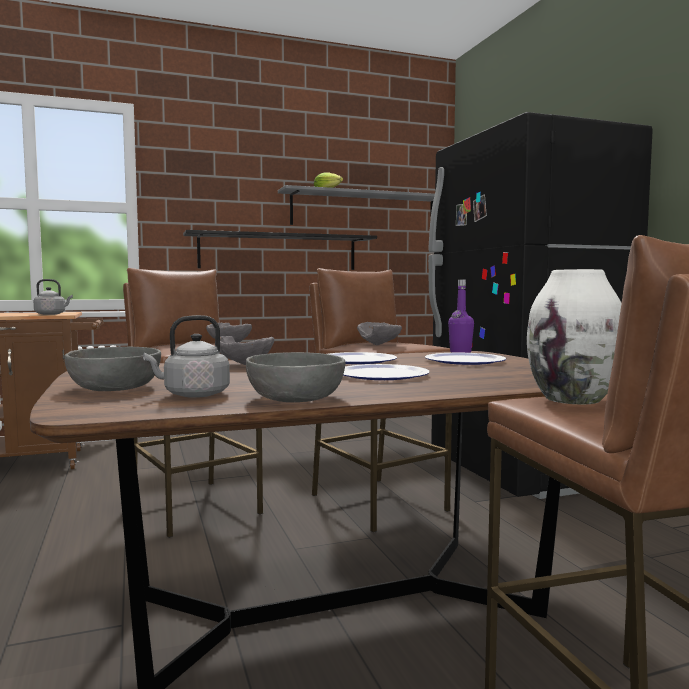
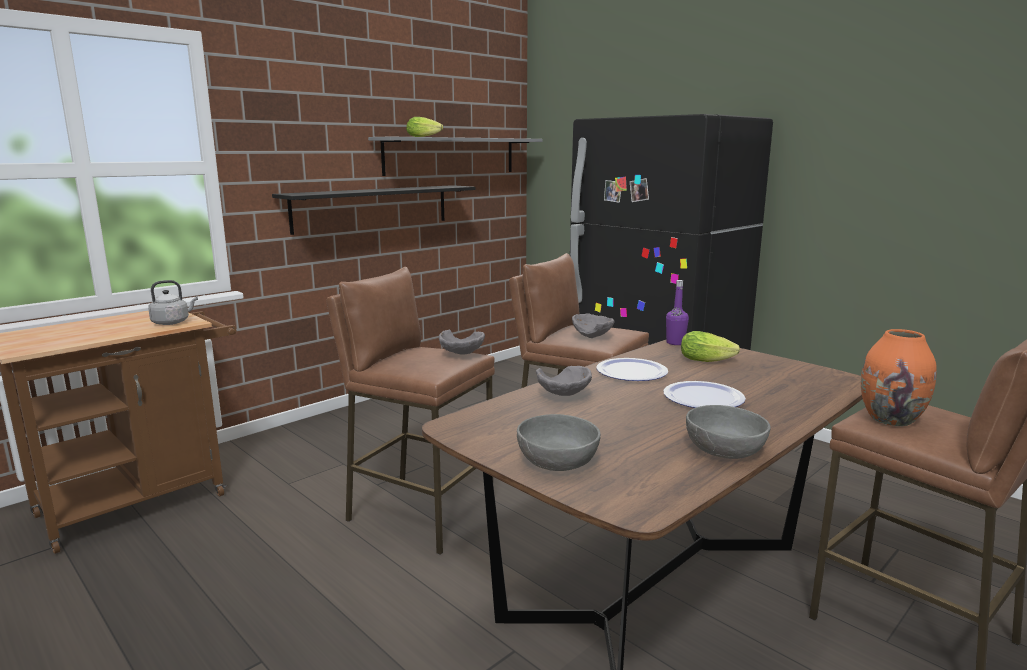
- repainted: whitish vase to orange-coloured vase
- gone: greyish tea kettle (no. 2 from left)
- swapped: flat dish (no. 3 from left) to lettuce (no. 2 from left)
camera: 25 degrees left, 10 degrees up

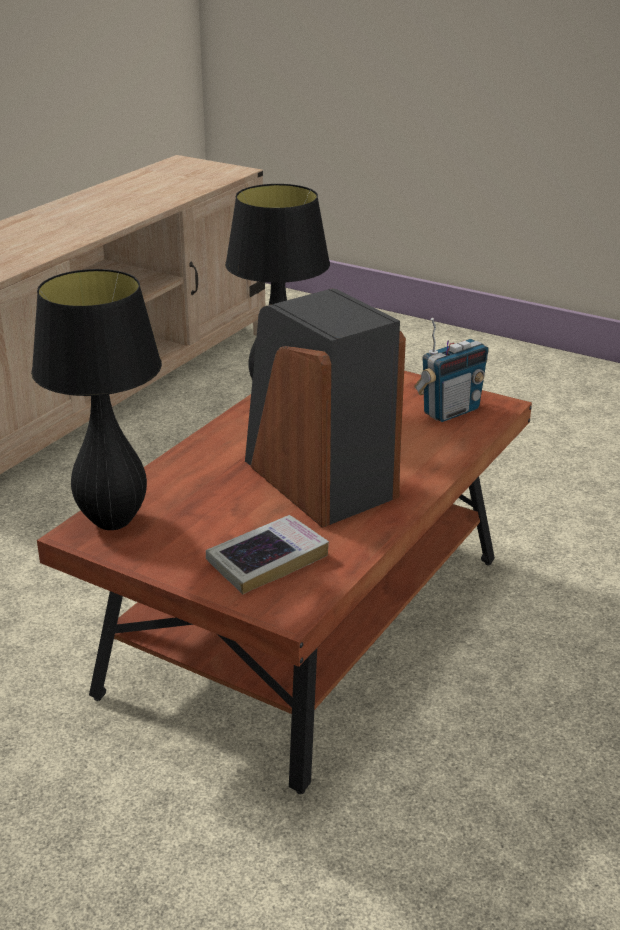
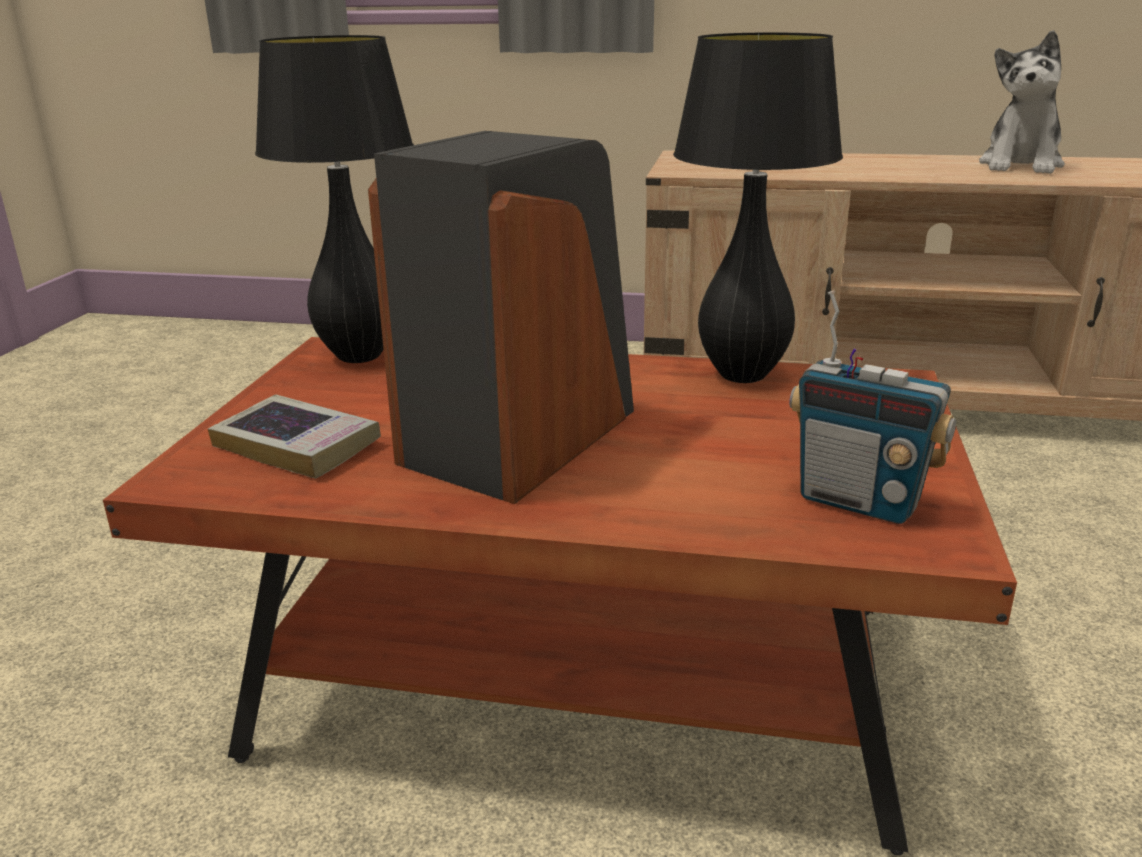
- new: plush toy
camera: 70 degrees right, 5 degrees down

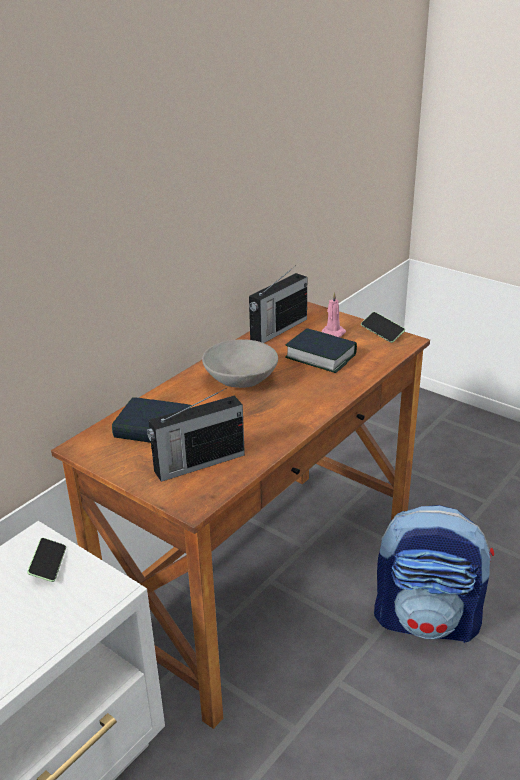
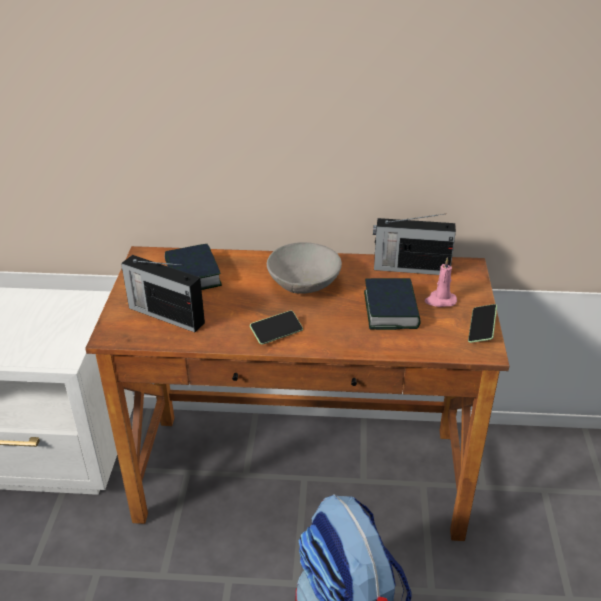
- shifted: handset (no. 1 from left)
camera: 55 degrees right, 5 degrees up

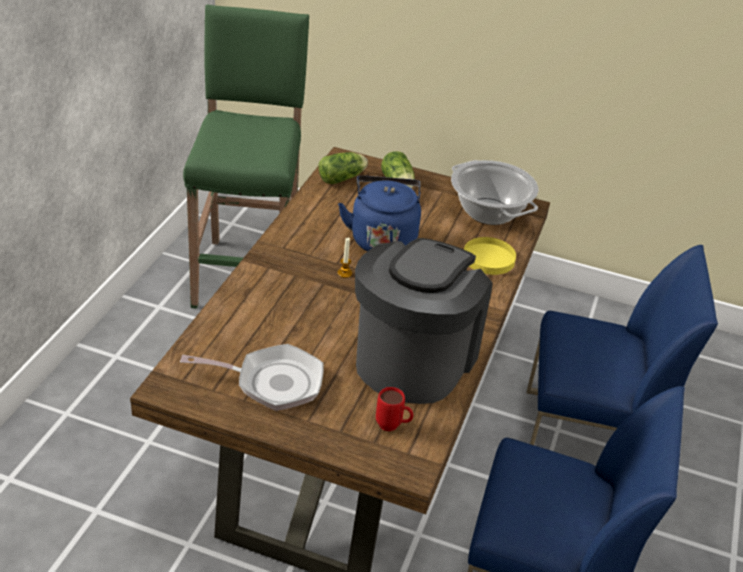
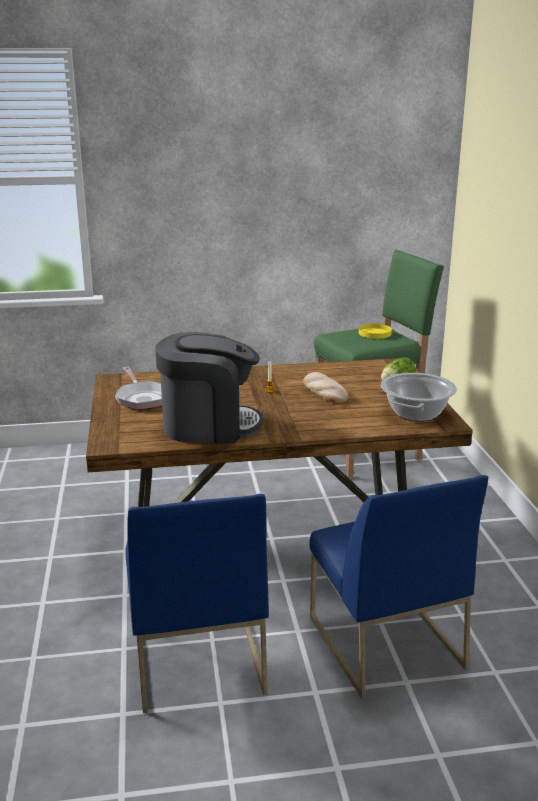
- gone: lettuce (no. 1 from left)
- swapped: blue-coloured tea kettle to bread
- shifted: yellow flat dish
- gone: red mug
camera: 65 degrees right, 15 degrees down

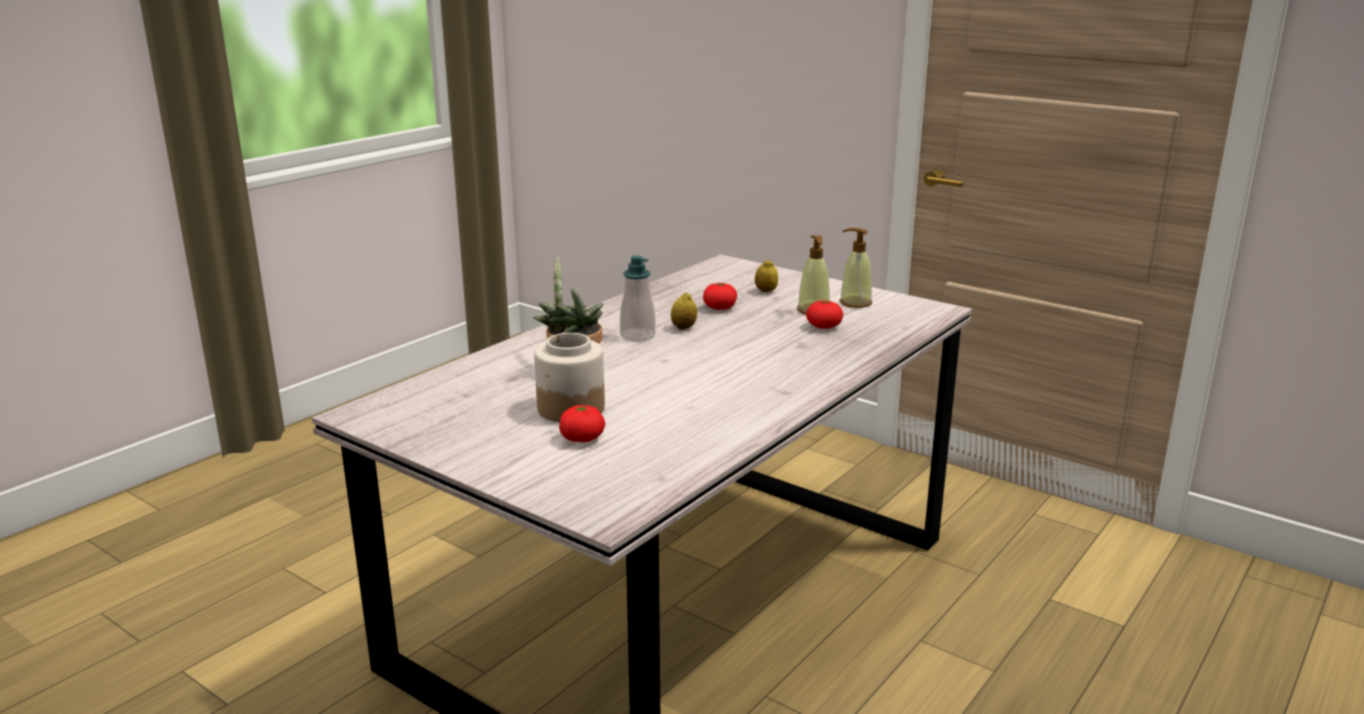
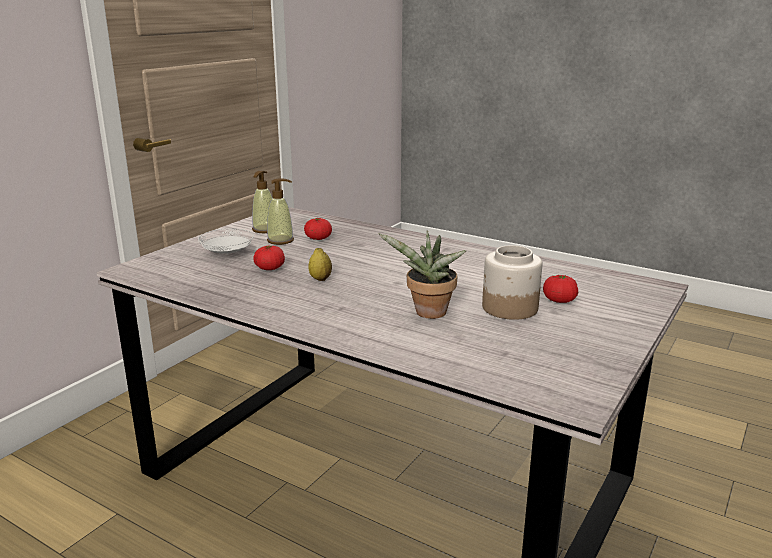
- gone: liquid soap bottle (no. 1 from left)
- swapped: whole lemon (no. 2 from left) to whitish flat dish
camera: 95 degrees left, 0 degrees up

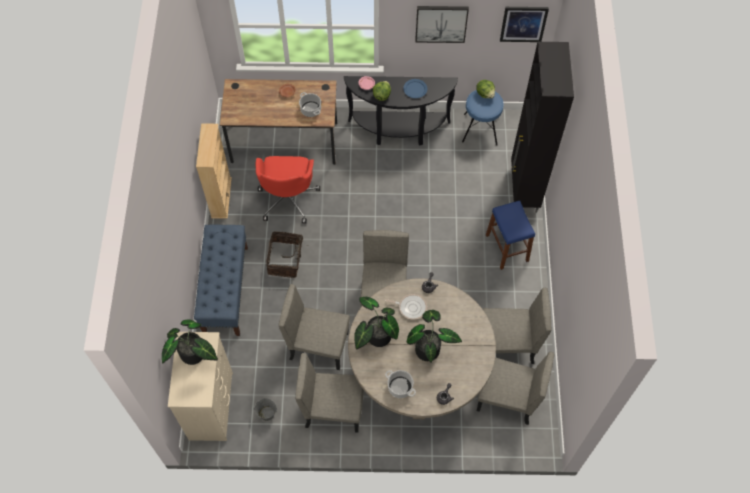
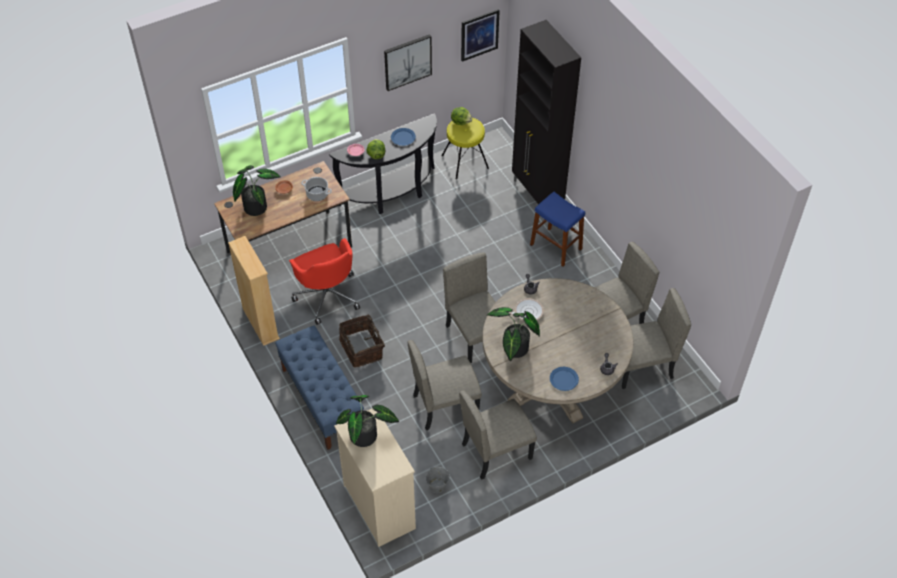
- repainted: blue-coloured sitting stool (no. 1 from left) to yellow sitting stool
- shifted: plant in a pot (no. 3 from left in the first image) to plant in a pot (no. 1 from left)
- swapped: stockpot (no. 2 from left) to blue-coloured flat dish (no. 2 from left)
camera: 30 degrees left, 10 degrees down

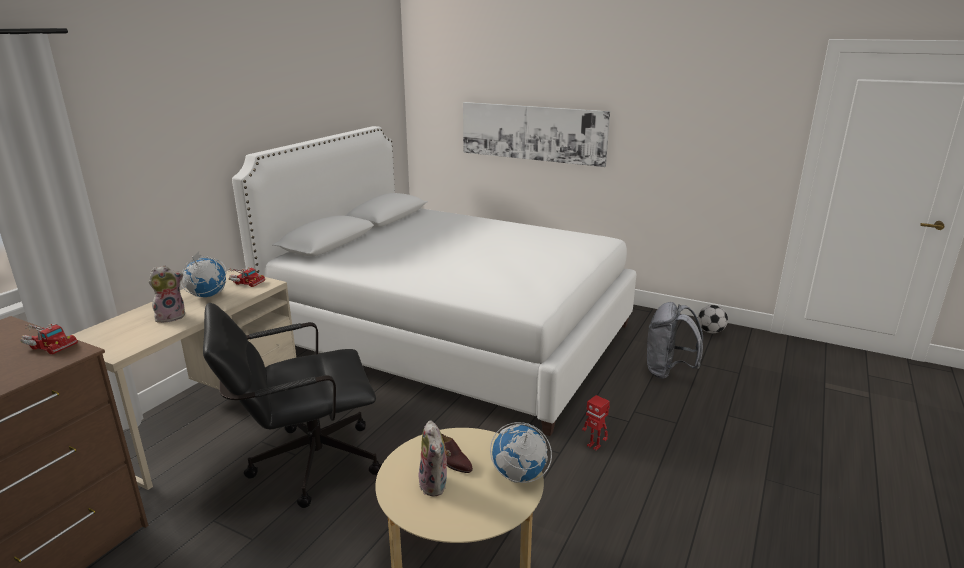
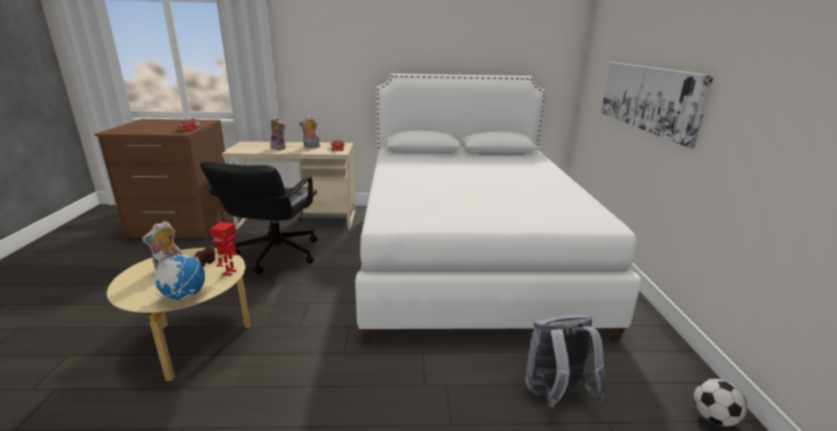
- swapped: globe (no. 1 from left) to plush toy (no. 3 from left)
- rotated: blackish computer chair 120 degrees counterclockwise
- shifted: robot figure
camera: 60 degrees right, 0 degrees up

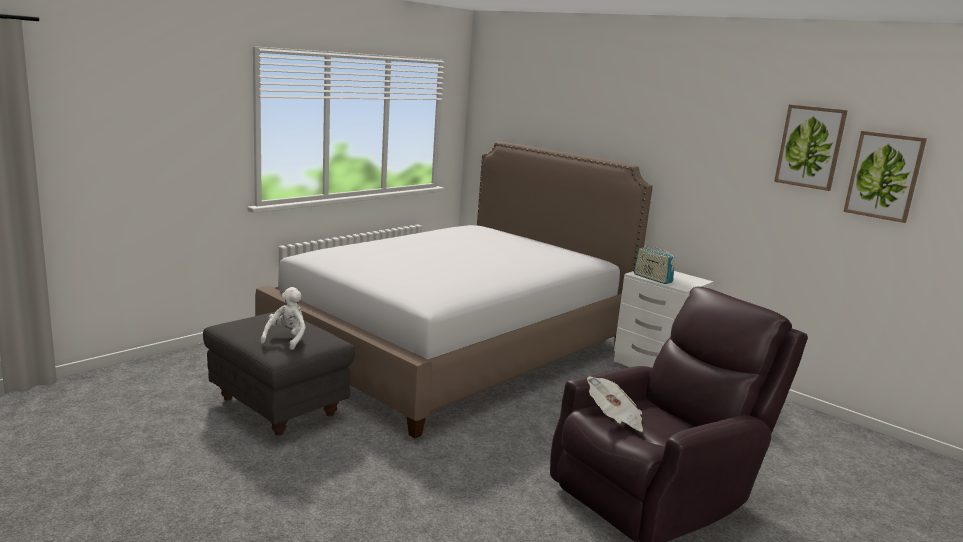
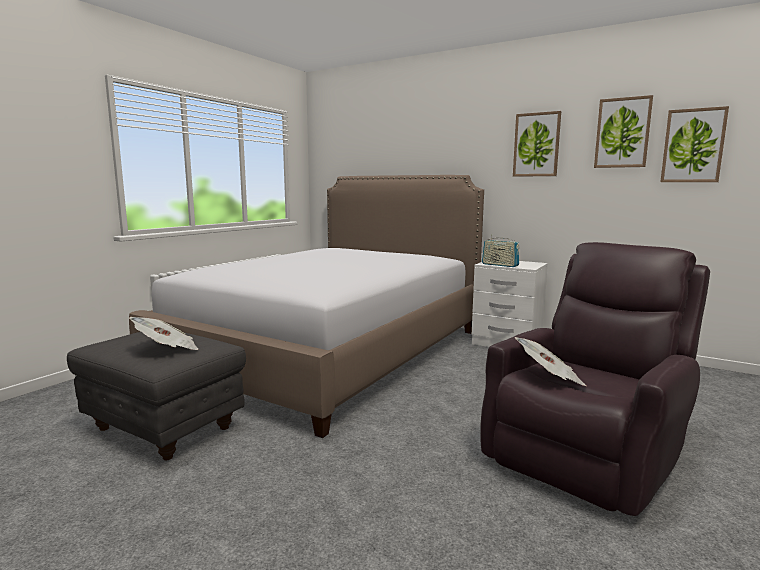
- swapped: whitish plush toy to daily paper (no. 1 from left)
- new: wall art (no. 1 from left)
camera: 10 degrees left, 5 degrees down

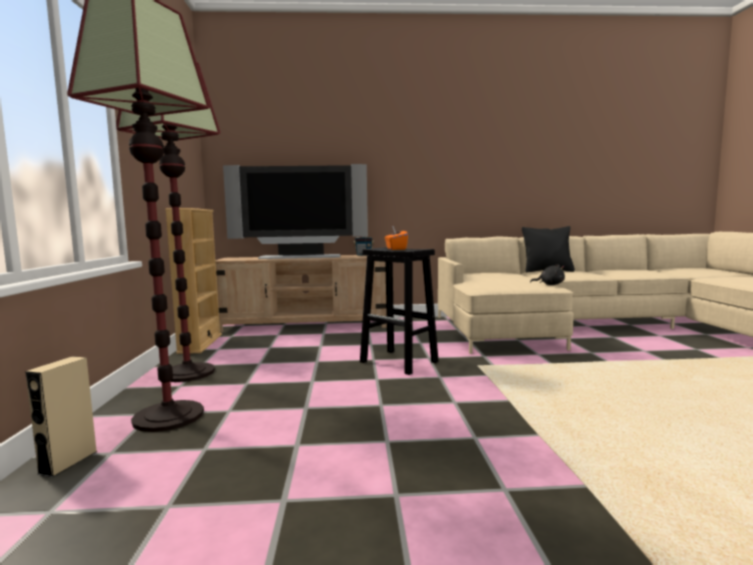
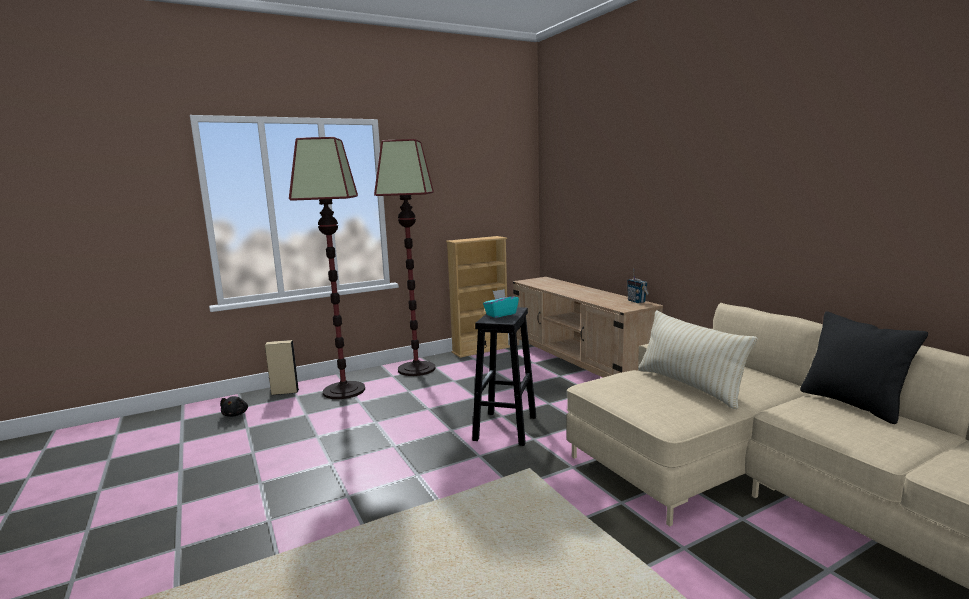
- gone: TV
- repainted: orange-coloured tissue holder to turquoise-coloured tissue holder
- shifted: blackish plush toy
- new: sand-coloured pillow
camera: 65 degrees right, 5 degrees up

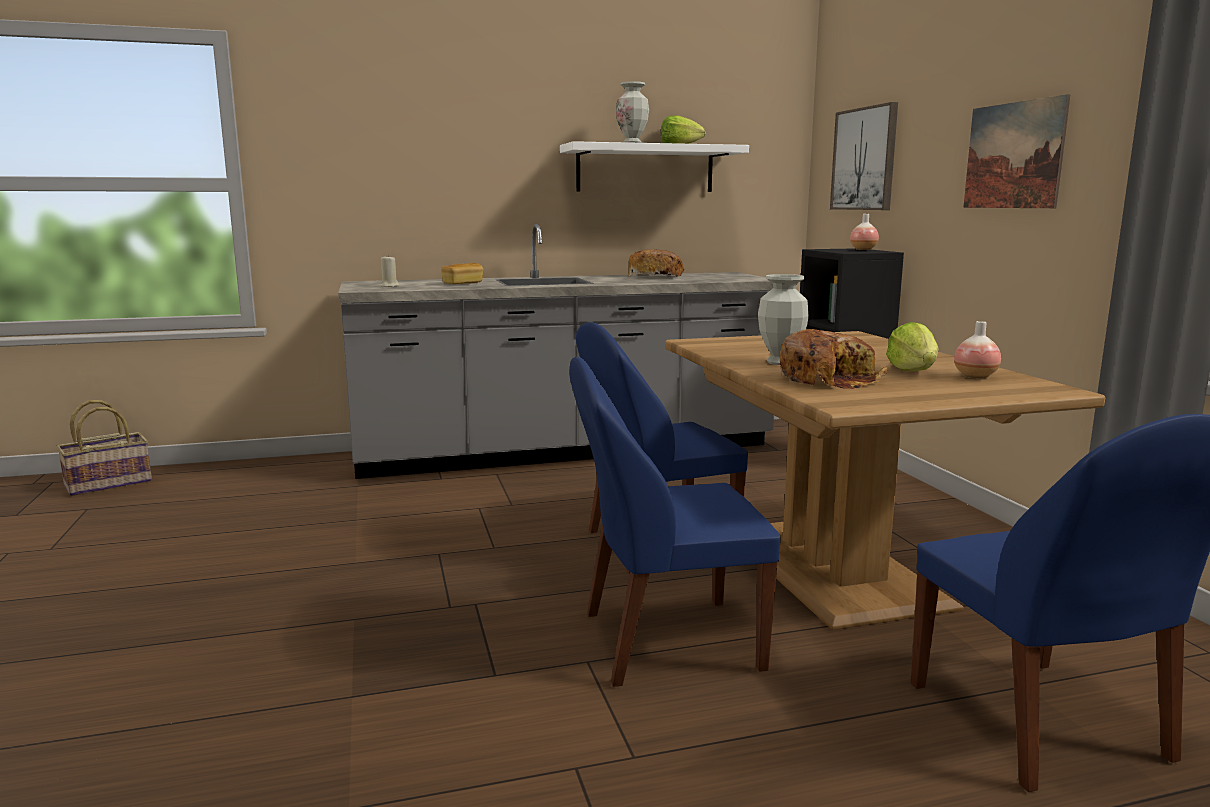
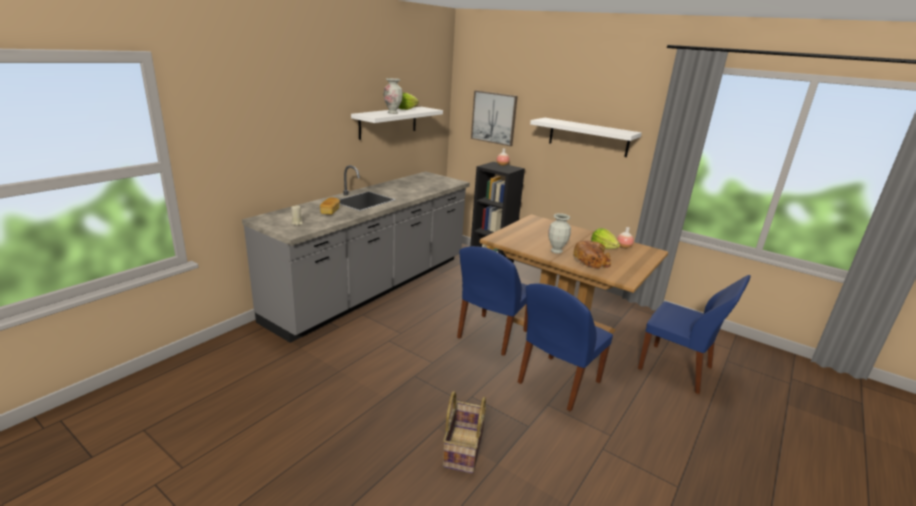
- swapped: wall art (no. 2 from left) to whitish bracket shelf (no. 2 from left)
- gone: bread (no. 2 from left)
- shifted: storage basket
camera: 40 degrees left, 10 degrees up

